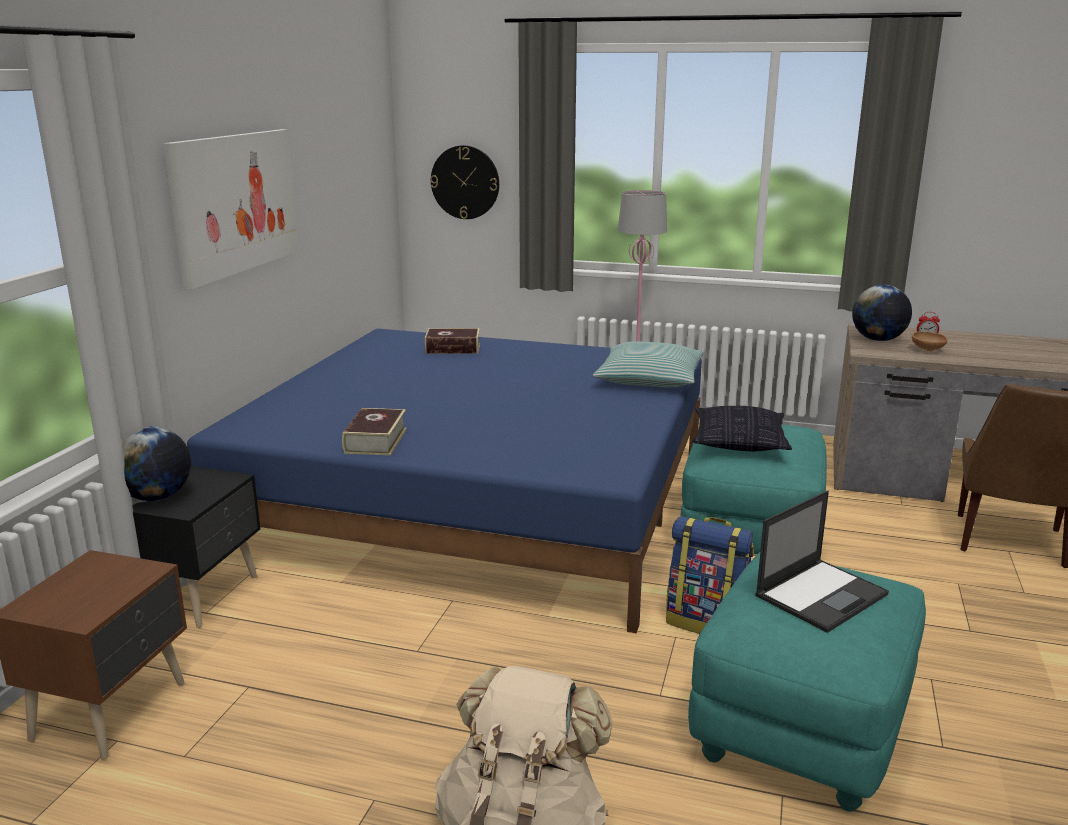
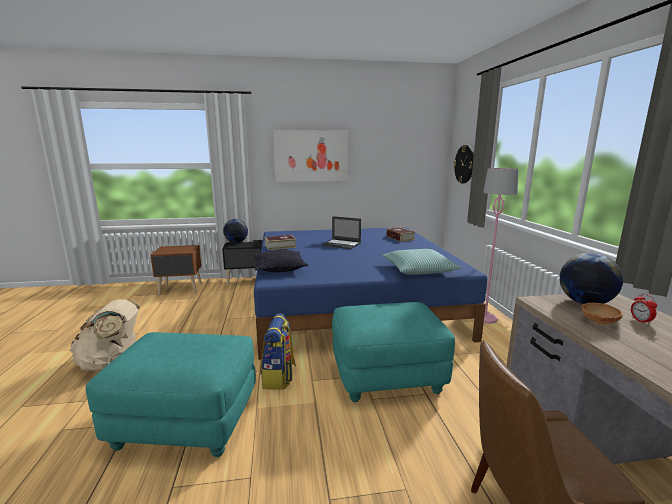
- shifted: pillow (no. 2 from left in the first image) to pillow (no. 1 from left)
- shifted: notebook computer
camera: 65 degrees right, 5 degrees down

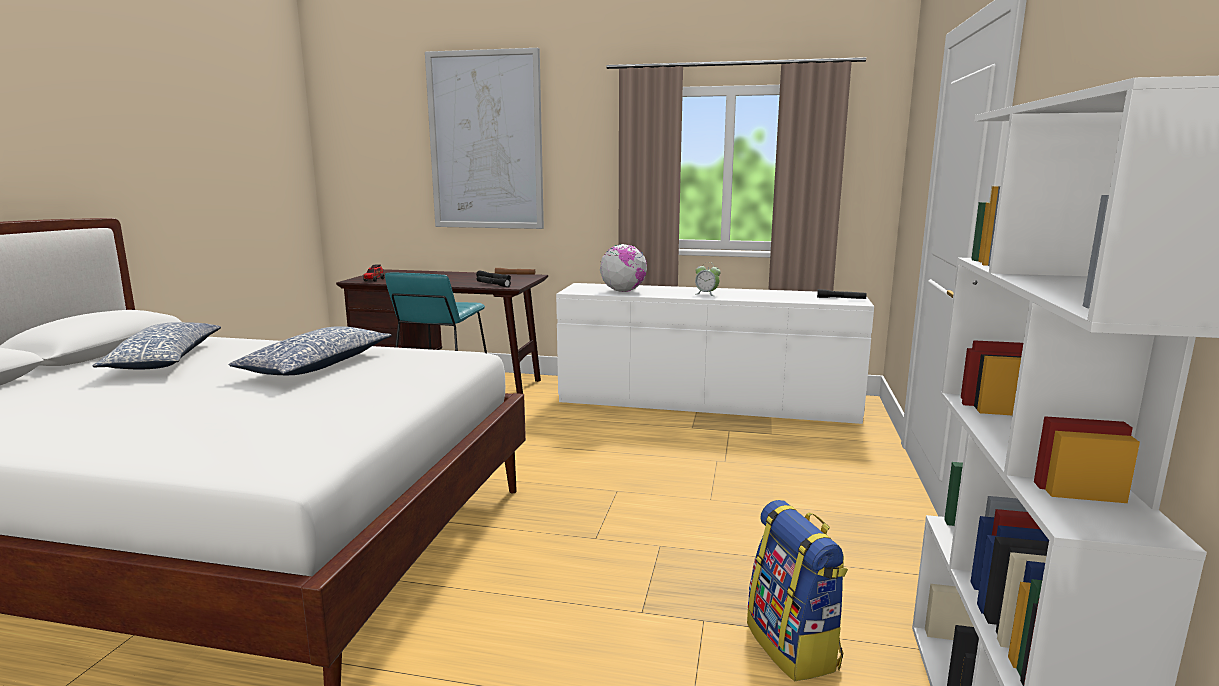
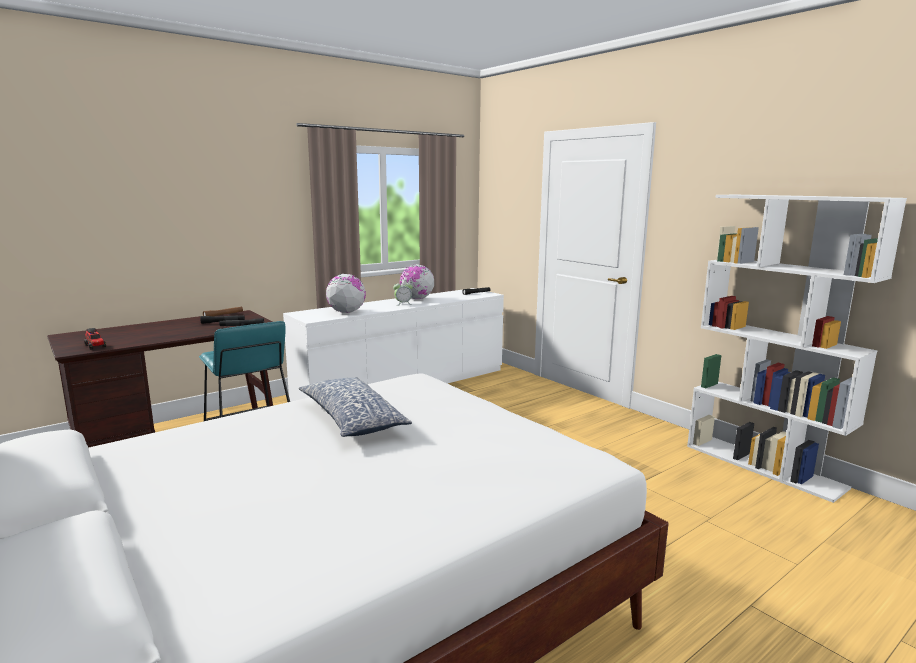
- gone: wall art
- gone: pillow (no. 1 from left)
- gone: knapsack
- new: globe (no. 2 from left)
camera: 50 degrees left, 0 degrees up

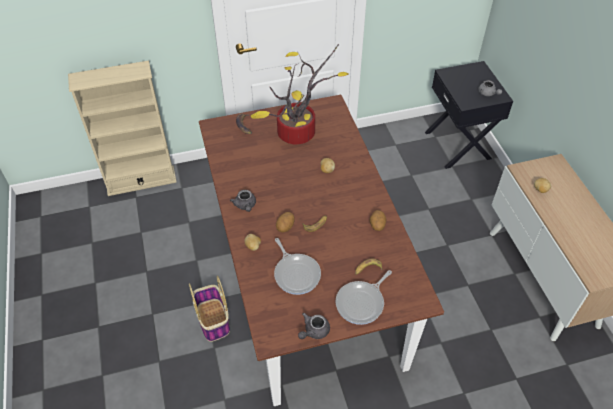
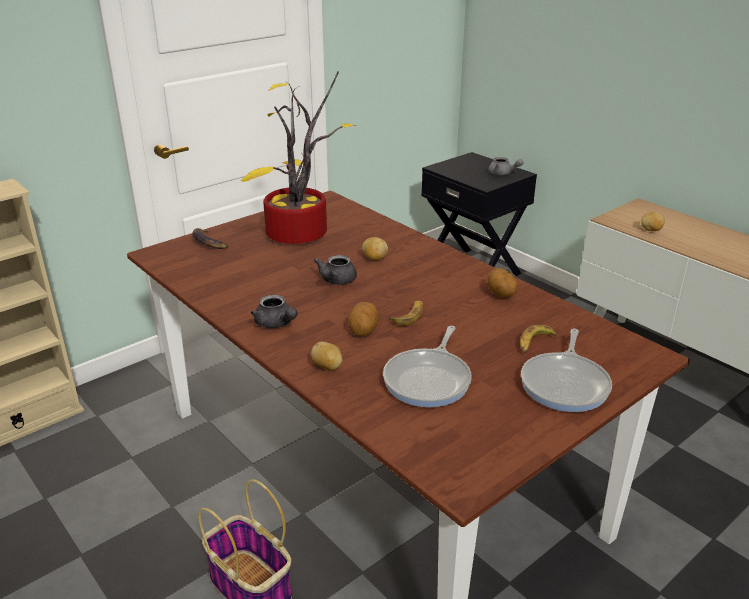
- rotated: frying pan (no. 1 from left) 75 degrees clockwise
- shifted: greyish teapot (no. 2 from left)
camera: 25 degrees left, 20 degrees down

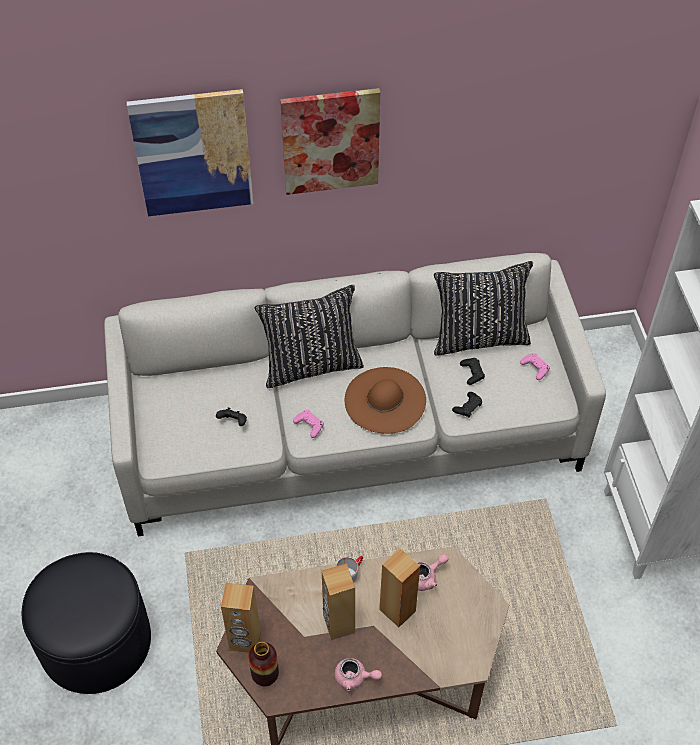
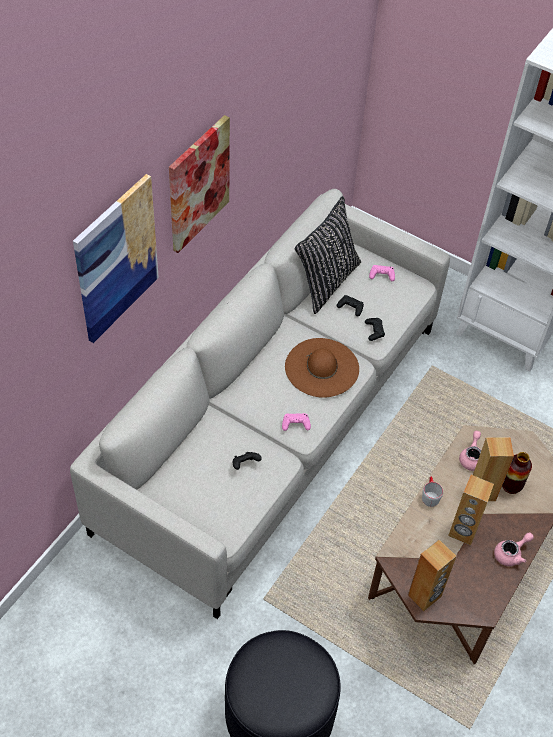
- gone: blackish pillow (no. 1 from left)
- shifted: vase
camera: 50 degrees left, 0 degrees up

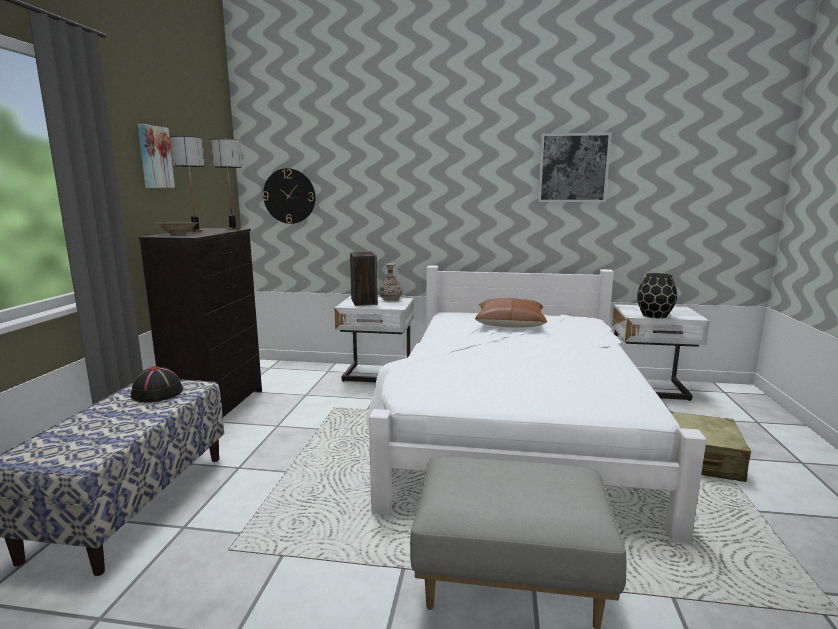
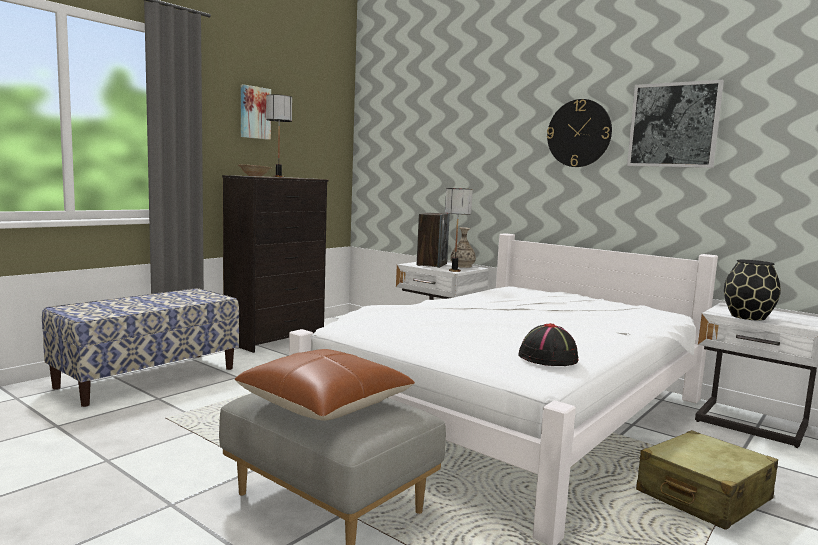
- shifted: table lamp (no. 2 from left)
- shifted: wall clock
- shifted: brownish pillow
- shifted: blackish wearable hat
camera: 30 degrees right, 5 degrees down

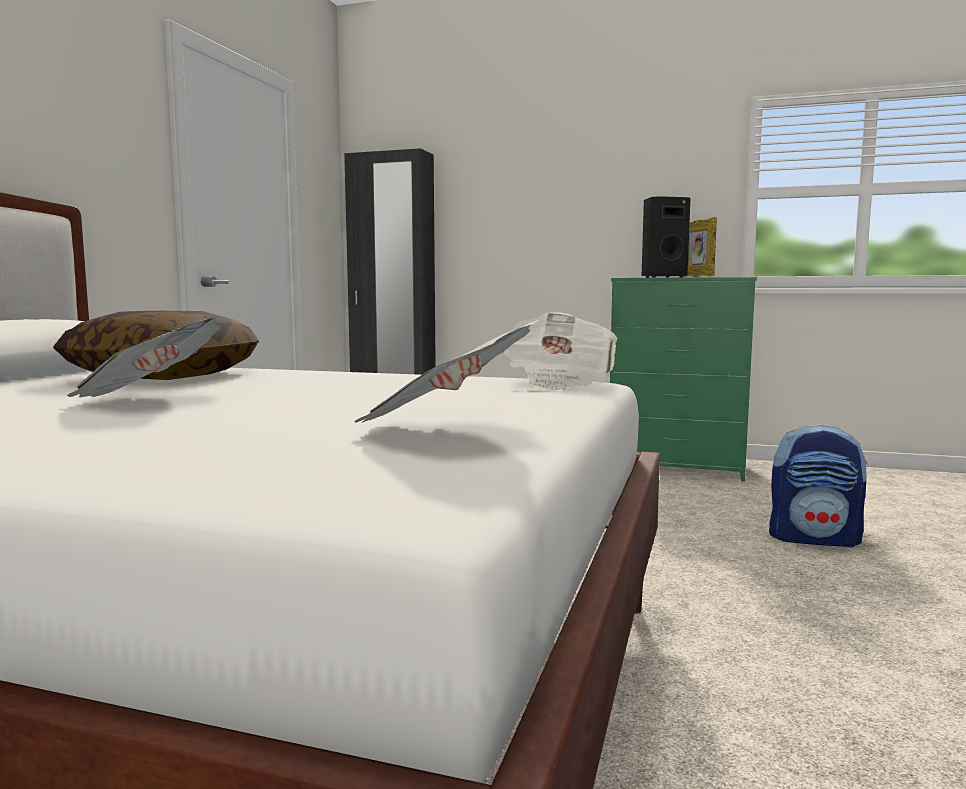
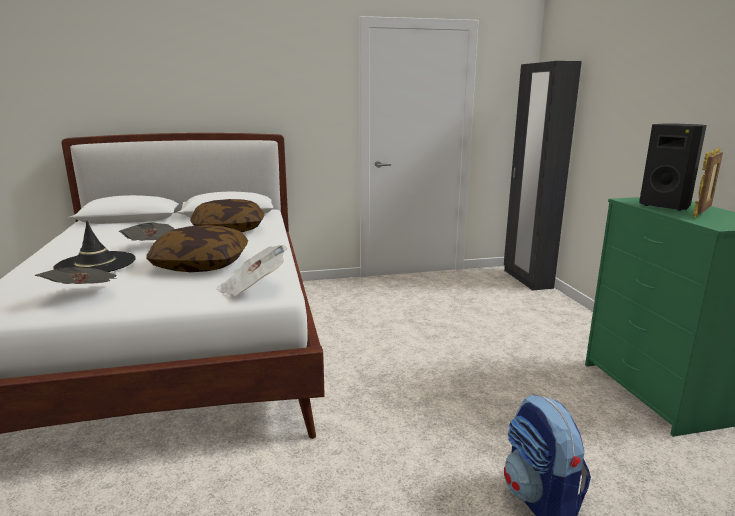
- new: blackish wearable hat
- new: pillow (no. 1 from left)
camera: 60 degrees right, 10 degrees up

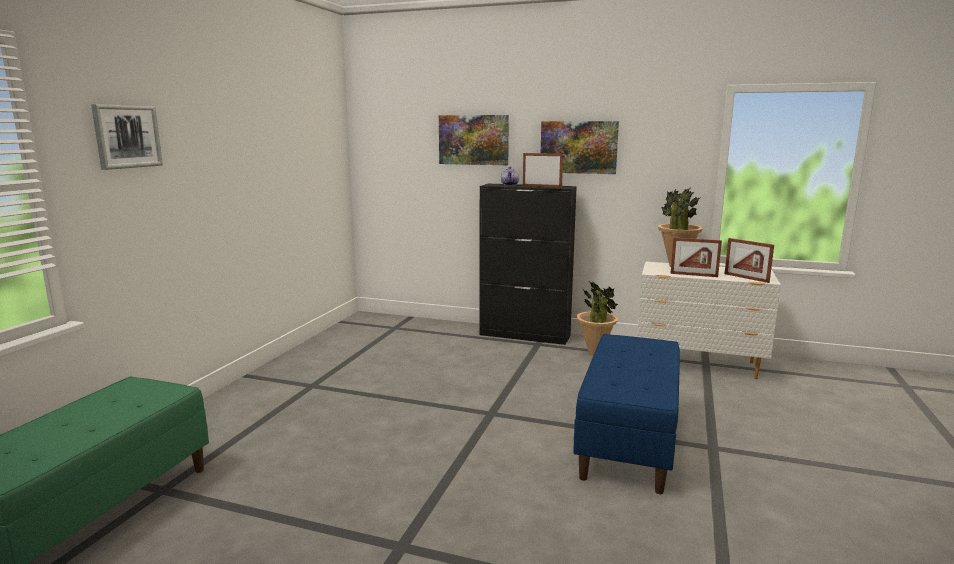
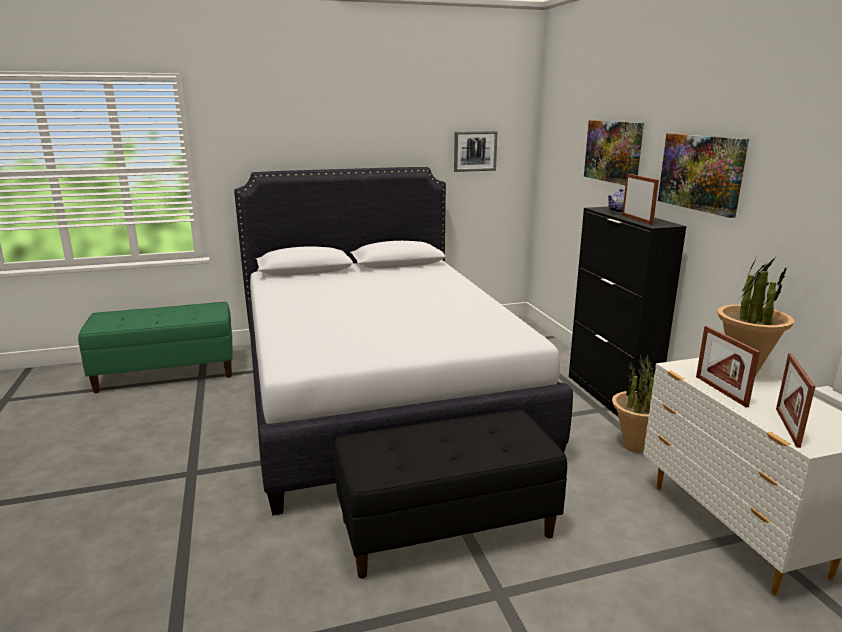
- shifted: wall art (no. 1 from left)
- repainted: blue-coloured long seat to blackish long seat
- new: whitish bedroom bed
camera: 55 degrees right, 5 degrees up

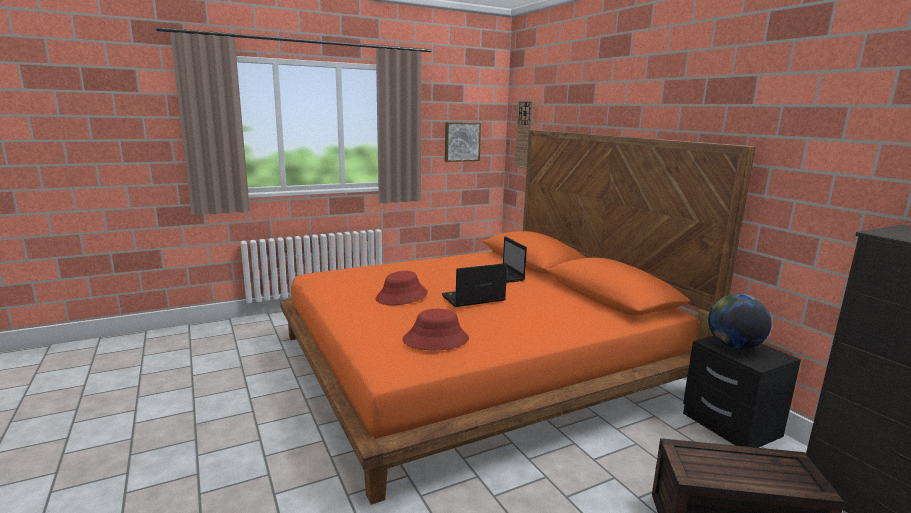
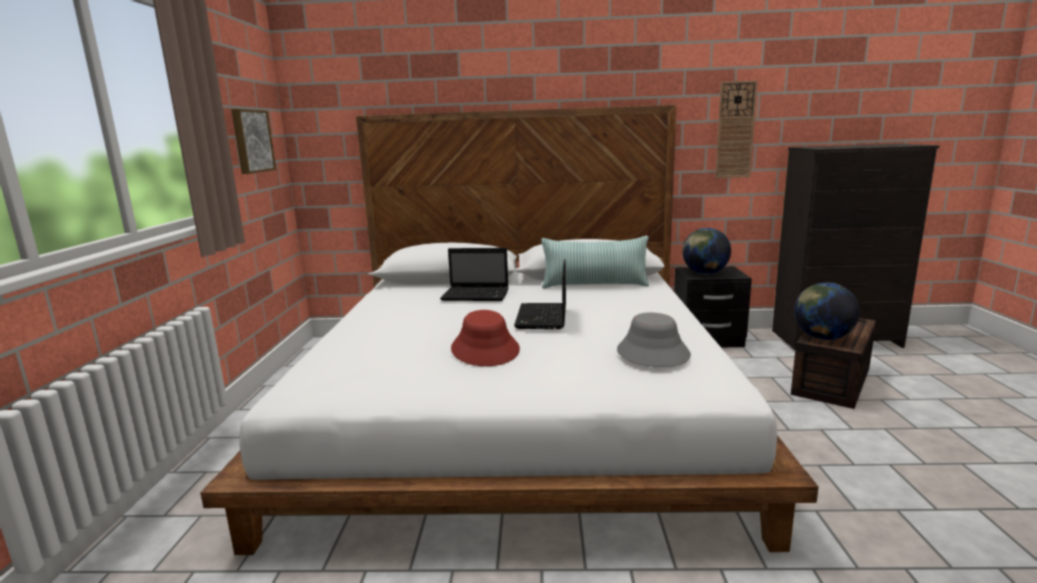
- shifted: wall clock
- repainted: orange-coloured bedroom bed to whitish bedroom bed
- repainted: red wearable hat (no. 2 from left) to greyish wearable hat
- new: pillow
- new: globe (no. 2 from left)
camera: 60 degrees left, 0 degrees up

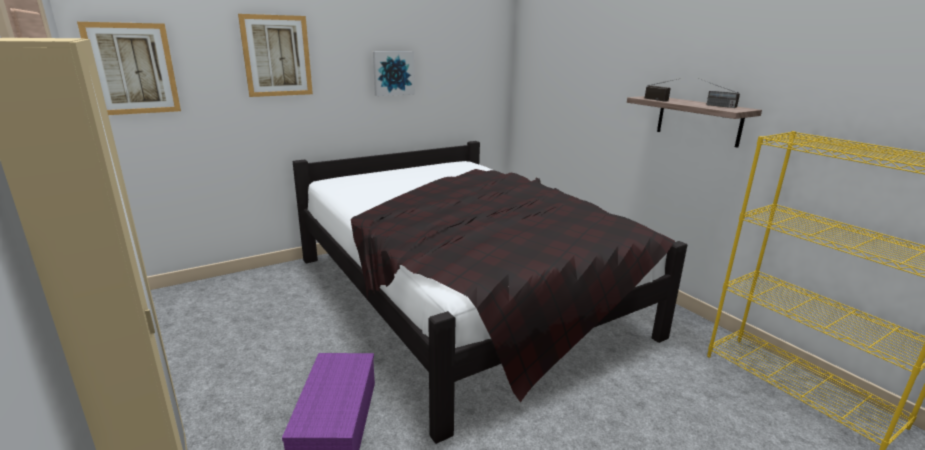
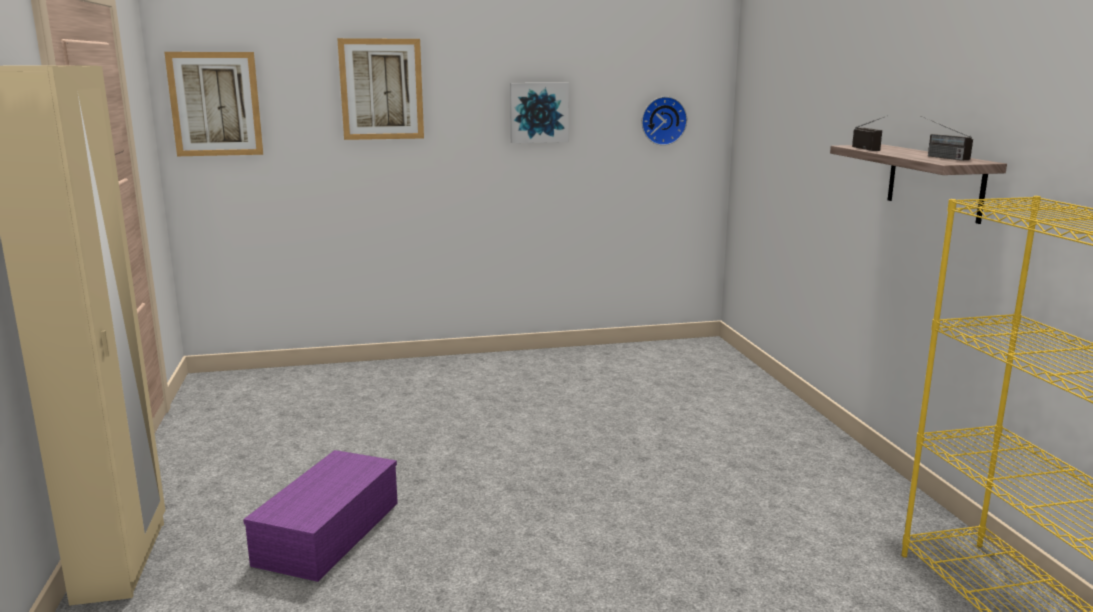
- gone: blackish bedroom bed
- new: wall clock
camera: 20 degrees right, 5 degrees down

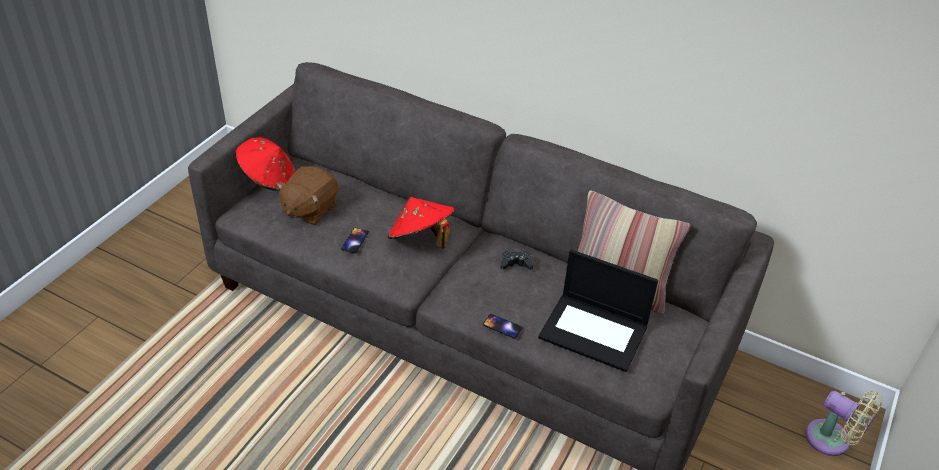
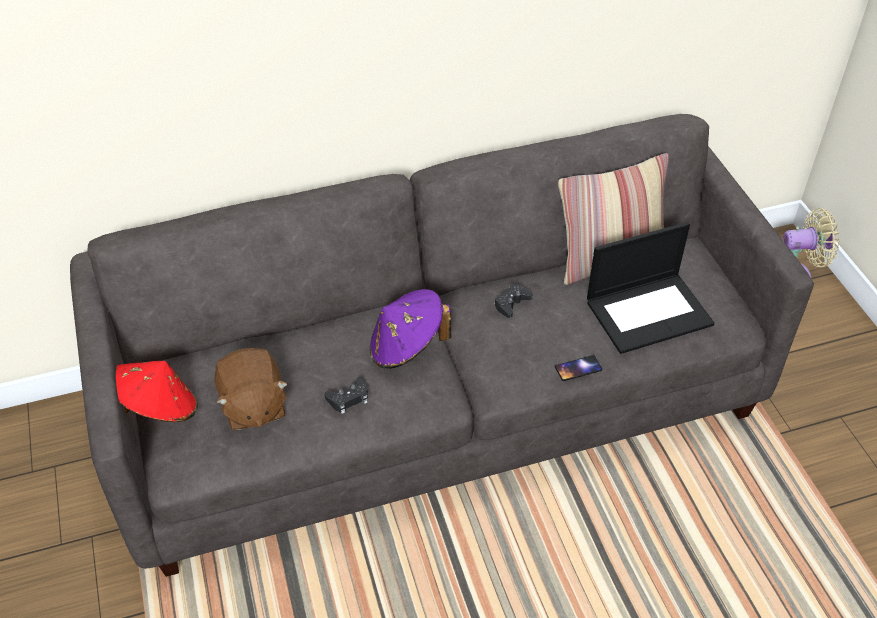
- repainted: red wearable hat (no. 2 from left) to purple wearable hat
- swapped: handset (no. 1 from left) to blackish joypad (no. 1 from left)
camera: 45 degrees left, 5 degrees up

